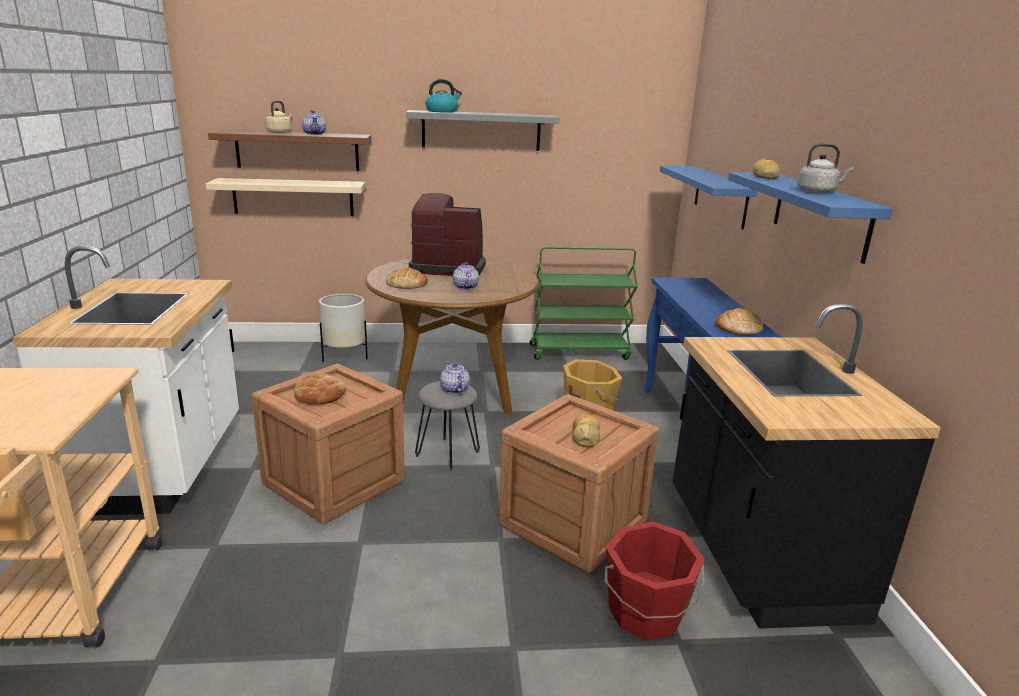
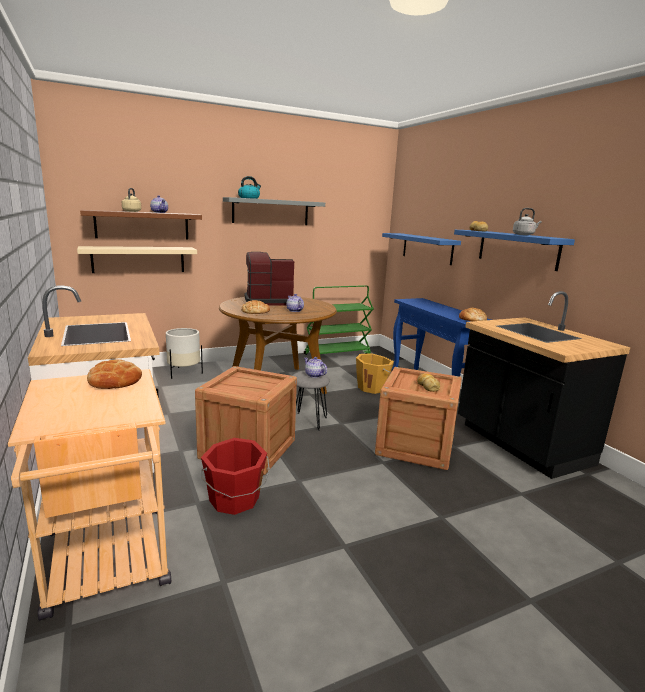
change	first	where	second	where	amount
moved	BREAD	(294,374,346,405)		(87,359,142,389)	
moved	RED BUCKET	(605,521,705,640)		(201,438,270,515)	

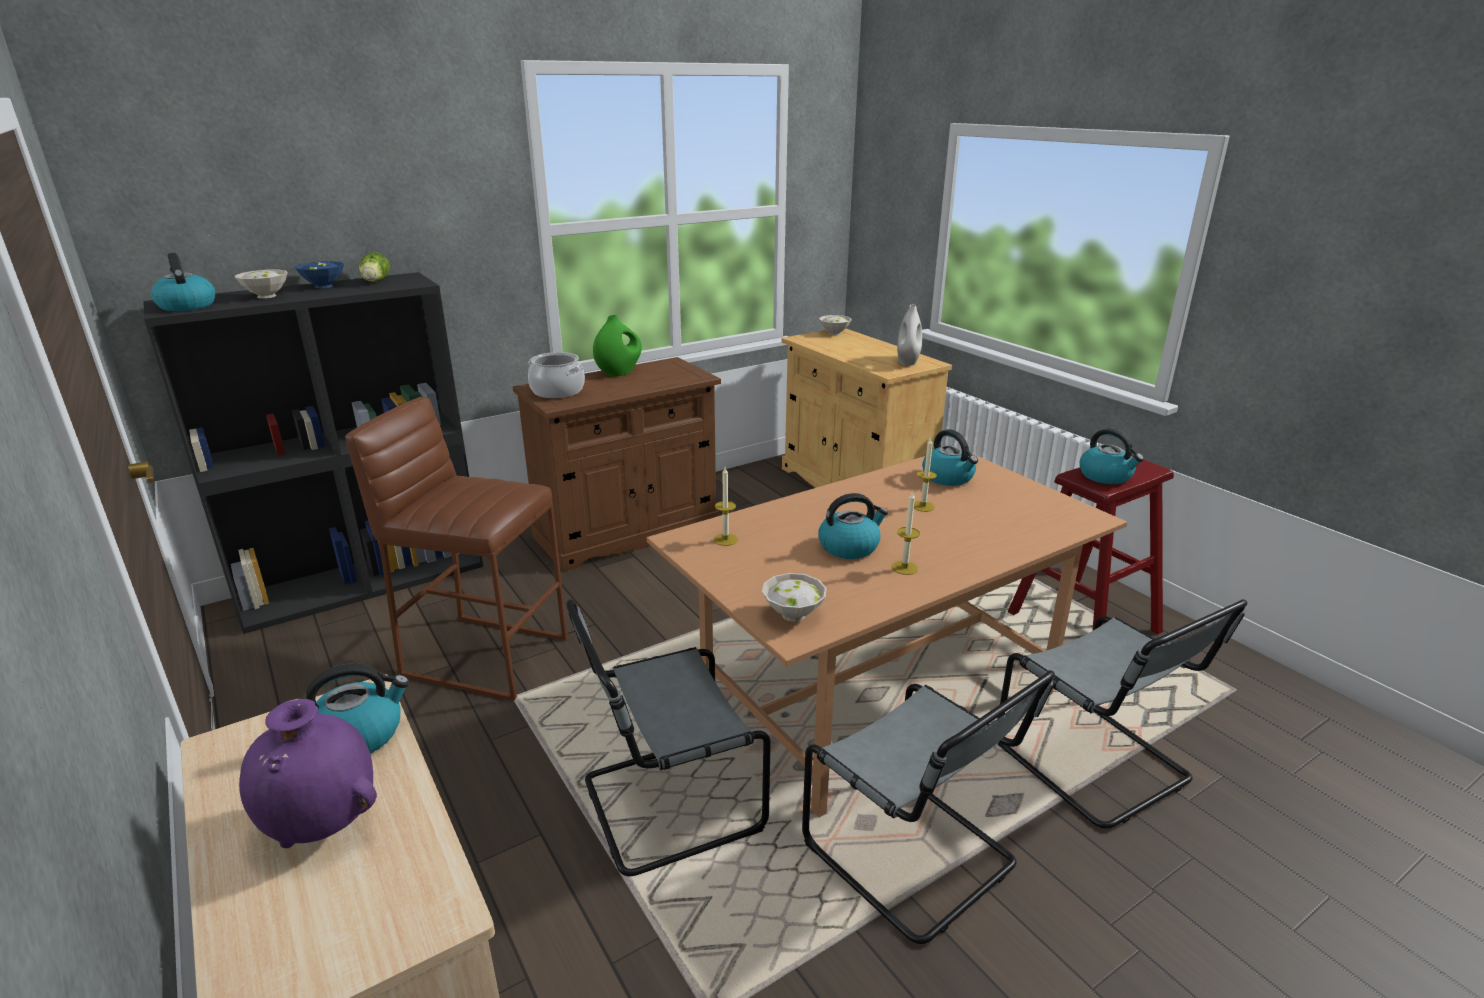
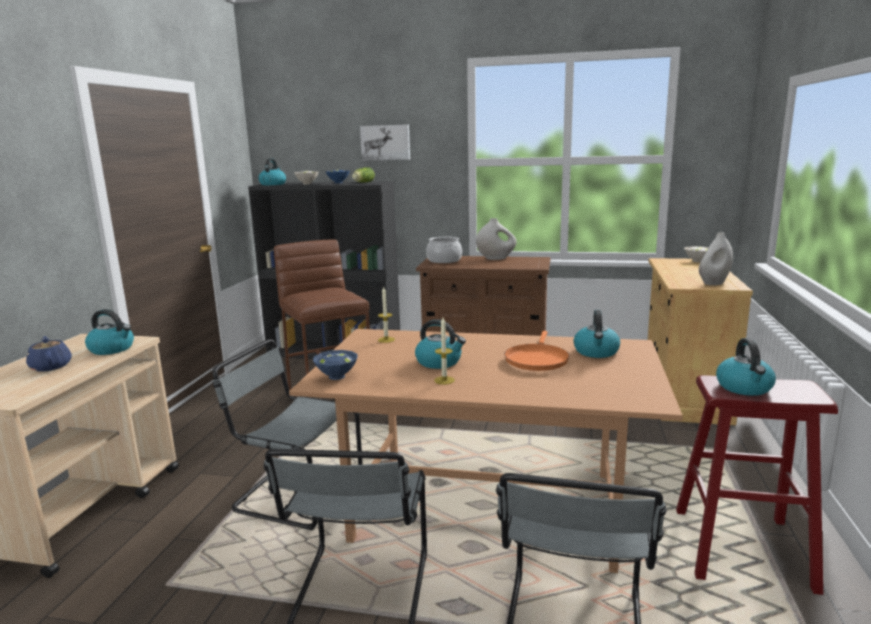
change	first	where	second	where	amount
added			PICTURE	(360,125,410,161)	
replaced	PURPLE VASE	(239,699,377,848)	BLUE TEAPOT	(26,336,72,372)	
replaced	CANDLE	(914,438,937,512)	ORANGE FRYING PAN	(504,331,570,371)	
recoloured	GREEN VASE	(593,315,642,377)	WHITE VASE	(476,218,516,260)	
recoloured	WHITE BOWL	(762,573,827,622)	BLUE BOWL	(313,350,357,380)	

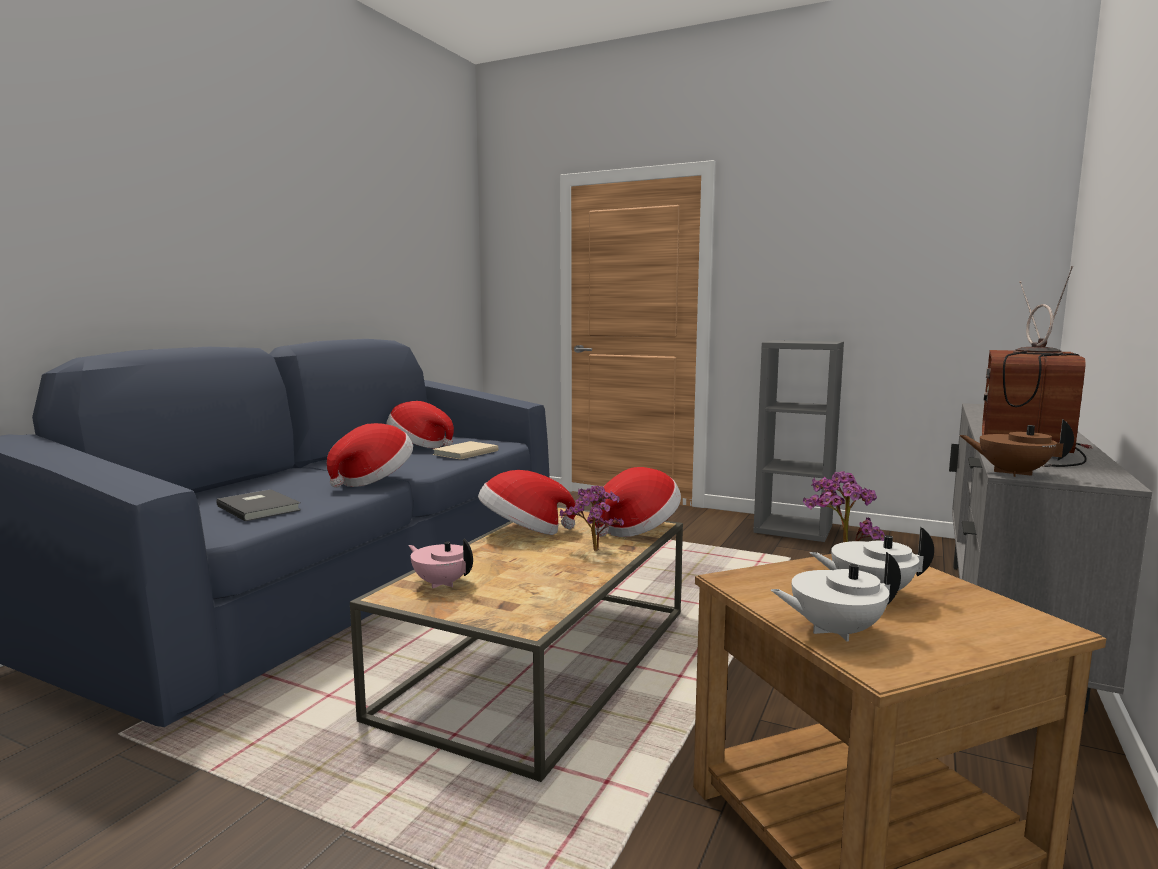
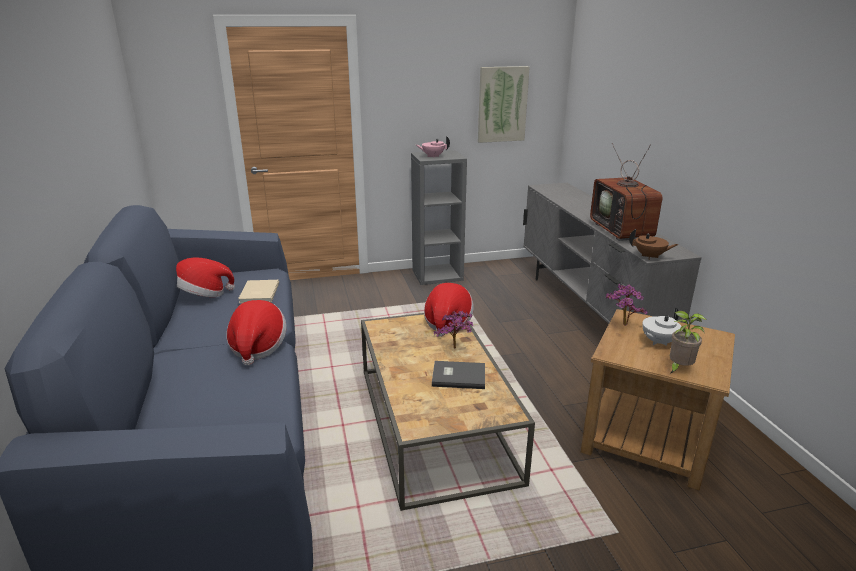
change	first	where	second	where	amount
removed	HAT	(478,470,576,535)			
added			PICTURE	(478,66,530,143)	
moved	GREY BOOK	(216,489,301,521)		(432,361,485,389)	
moved	PINK TEAPOT	(409,539,473,588)		(416,136,450,157)	
replaced	WHITE TEAPOT	(771,552,901,641)	POTTED PLANT	(670,311,706,374)	
turned	BROWN TEAPOT	(959,419,1074,477)		(629,229,678,259)	150 degrees counterclockwise

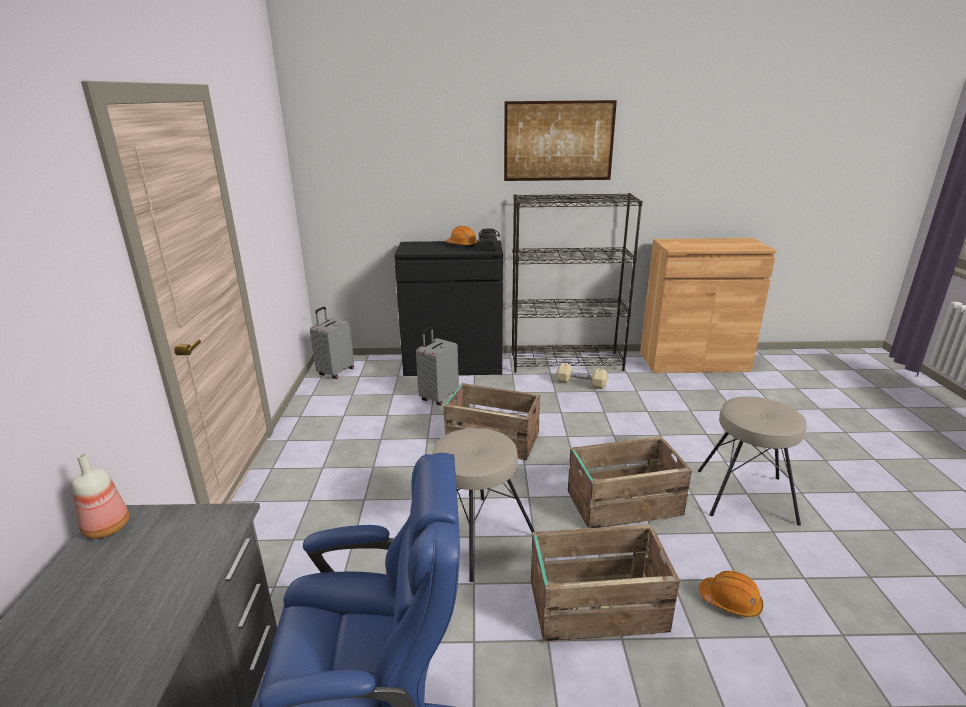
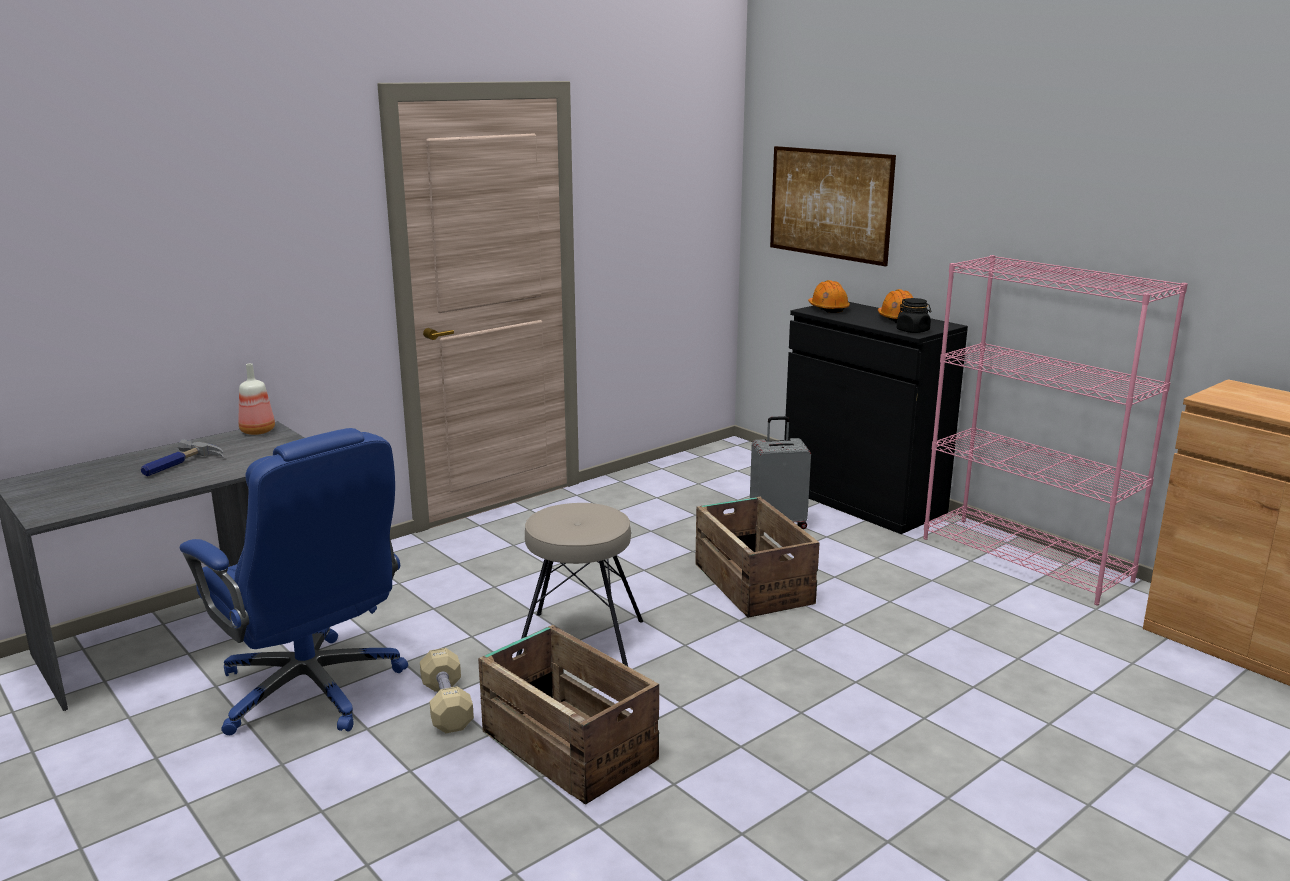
change	first	where	second	where	amount
removed	GREY SUITCASE	(310,307,354,379)			
removed	CRATE	(568,436,692,528)			
removed	BEIGE STOOL	(698,396,807,526)			
added			HAMMER	(141,439,224,476)	
moved	PICTURE	(504,100,617,181)		(770,146,896,267)	
moved	BEIGE DUMBBELL	(556,363,608,389)		(420,648,474,733)	
moved	ORANGE HARD HAT	(699,571,763,617)		(808,280,850,313)	
recoloured	BLACK BOOKCASE	(512,193,643,373)	PINK BOOKCASE	(923,255,1188,606)	

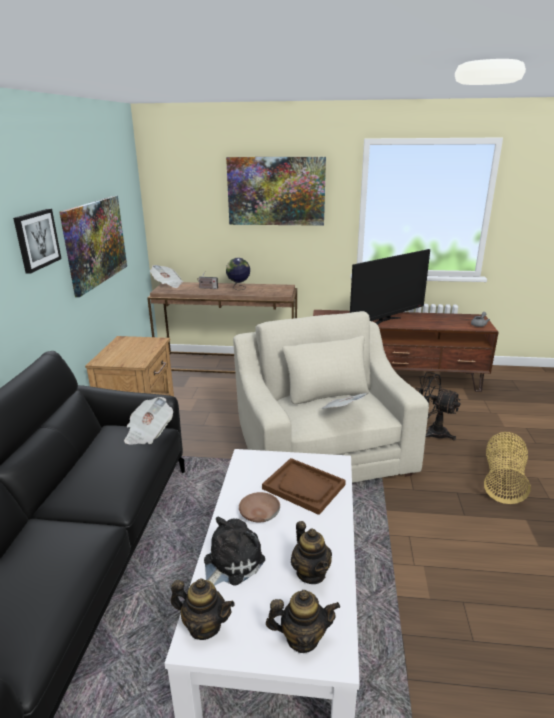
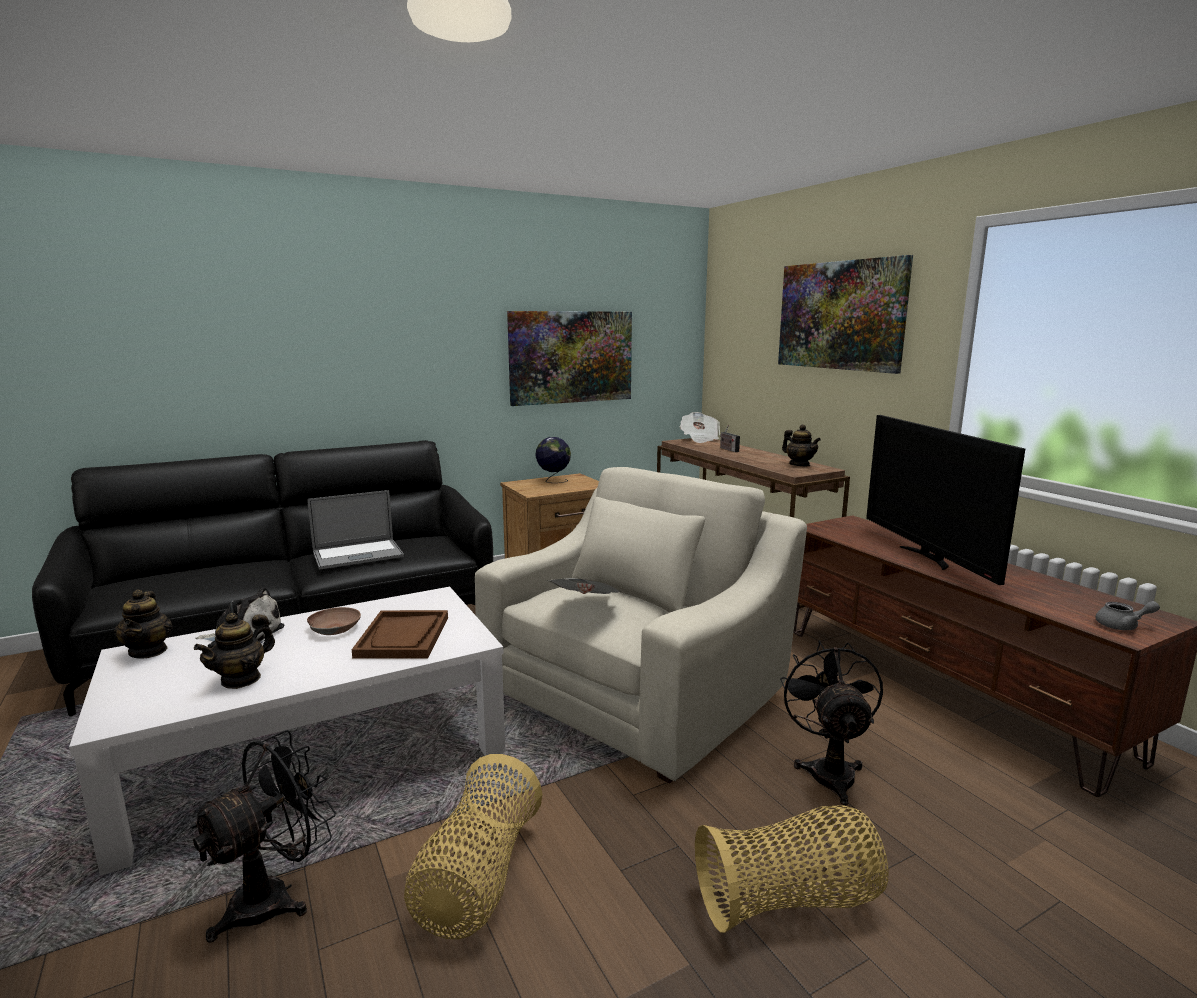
change	first	where	second	where	amount
removed	PICTURE	(13,209,61,274)			
removed	NEWSPAPER	(124,397,173,445)			
added			BLACK FAN	(190,730,336,943)	
added			LAPTOP	(307,490,404,569)	
added			BASKET	(404,754,542,939)	
moved	GLOBE	(226,258,250,290)		(535,437,571,483)	
moved	TEAPOT	(266,590,340,653)		(782,424,821,466)	
turned	TELEVISION	(350,249,430,325)		(866,415,1025,585)	60 degrees clockwise

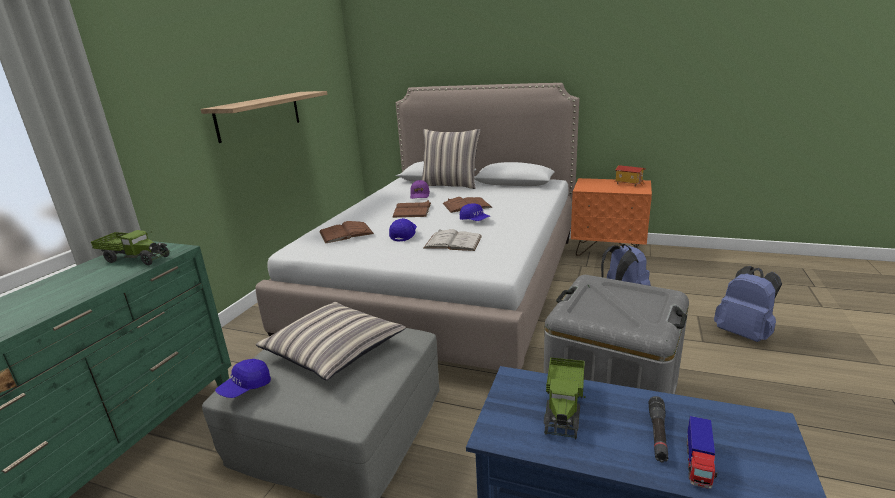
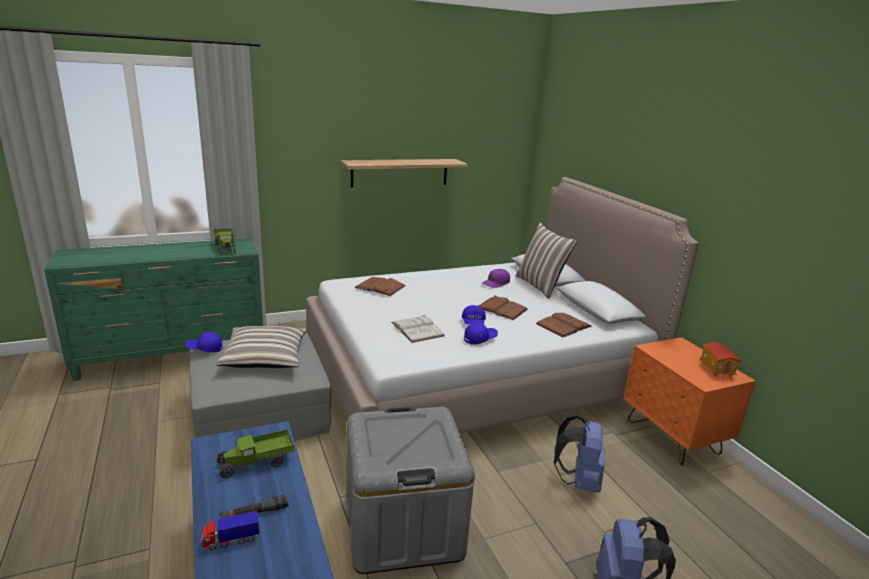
change	first	where	second	where	amount
moved	BLUE CAP	(389,218,417,242)		(464,322,498,345)	
moved	BROWN BOOK	(392,200,431,218)		(536,313,592,338)	

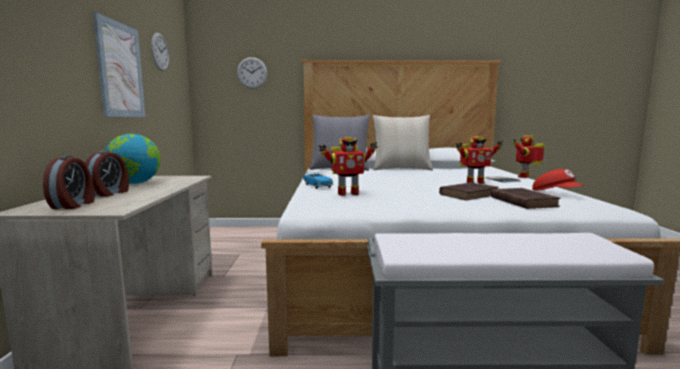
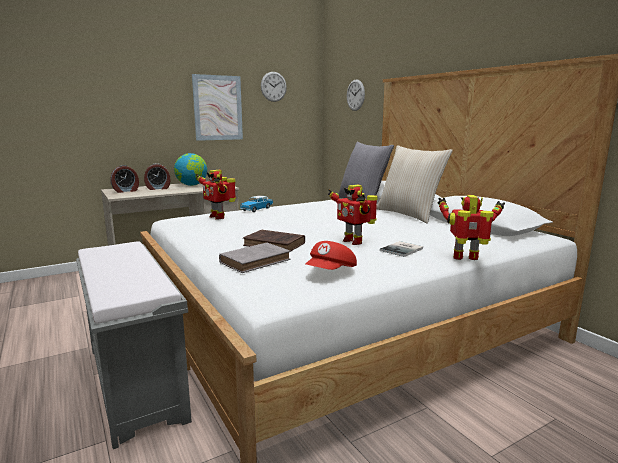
change	first	where	second	where	amount
recoloured	BROWN BOOK	(491,188,560,209)	GREY BOOK	(219,243,291,273)	

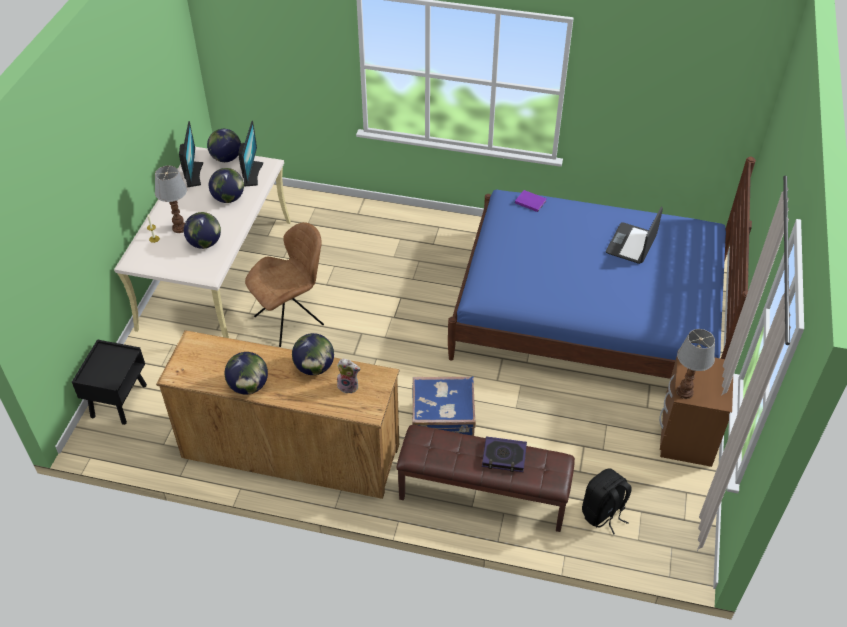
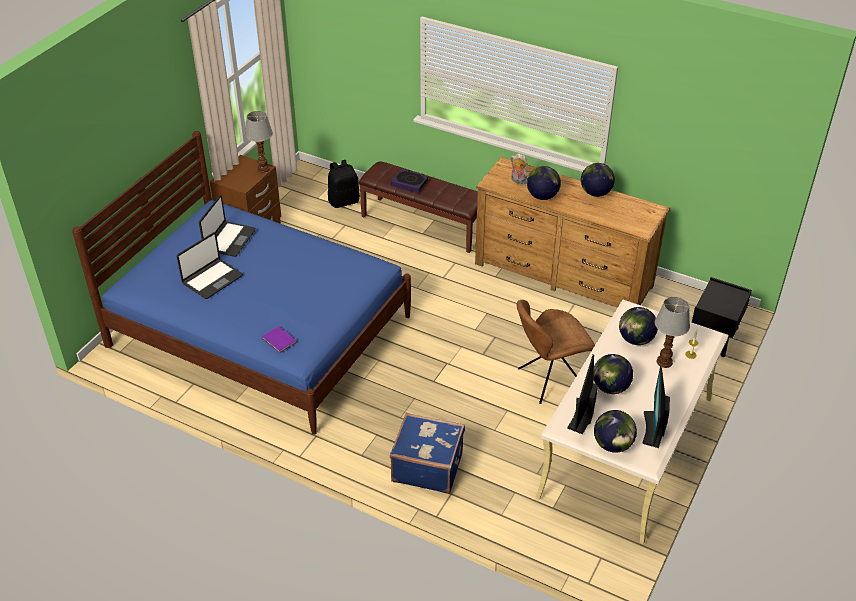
change	first	where	second	where	amount
added			LAPTOP	(199,195,256,257)	
moved	BLUE SUITCASE	(412,376,476,436)		(390,413,465,494)	

